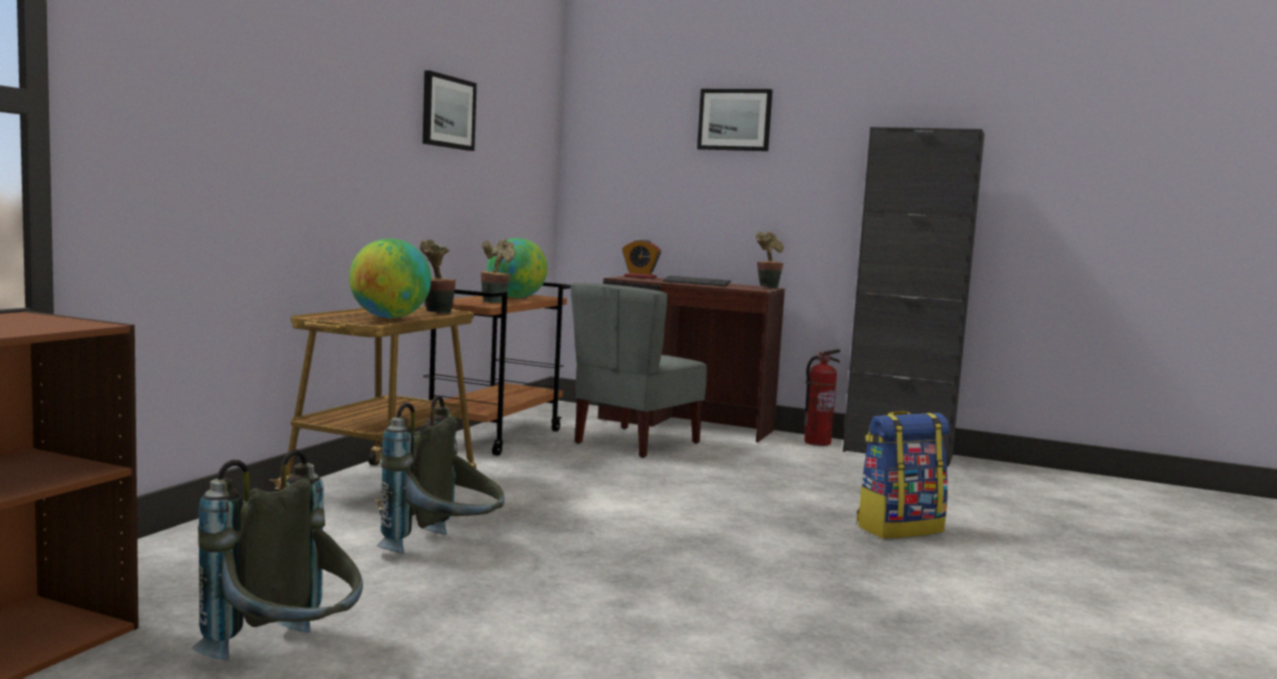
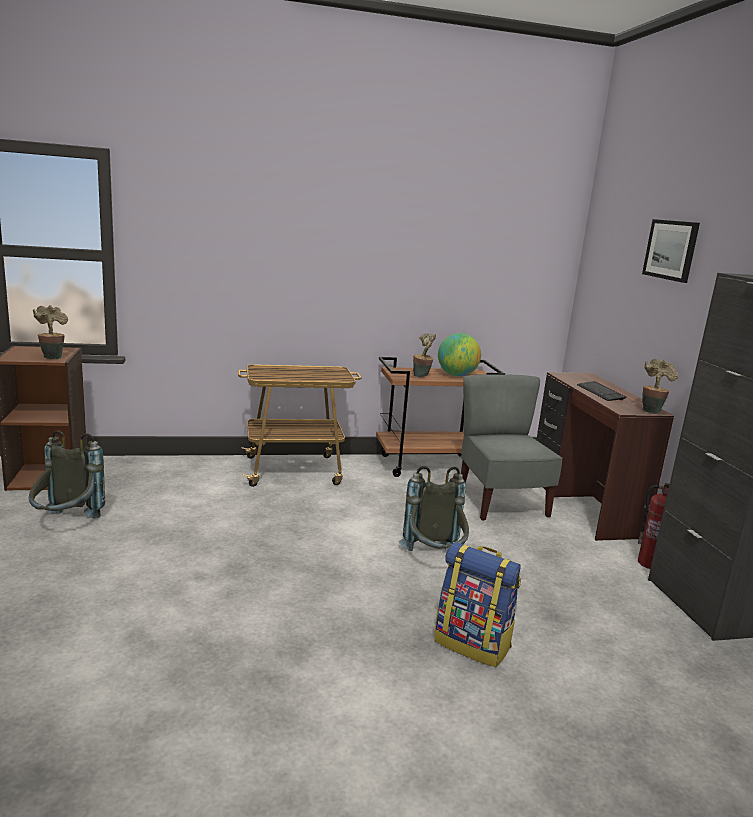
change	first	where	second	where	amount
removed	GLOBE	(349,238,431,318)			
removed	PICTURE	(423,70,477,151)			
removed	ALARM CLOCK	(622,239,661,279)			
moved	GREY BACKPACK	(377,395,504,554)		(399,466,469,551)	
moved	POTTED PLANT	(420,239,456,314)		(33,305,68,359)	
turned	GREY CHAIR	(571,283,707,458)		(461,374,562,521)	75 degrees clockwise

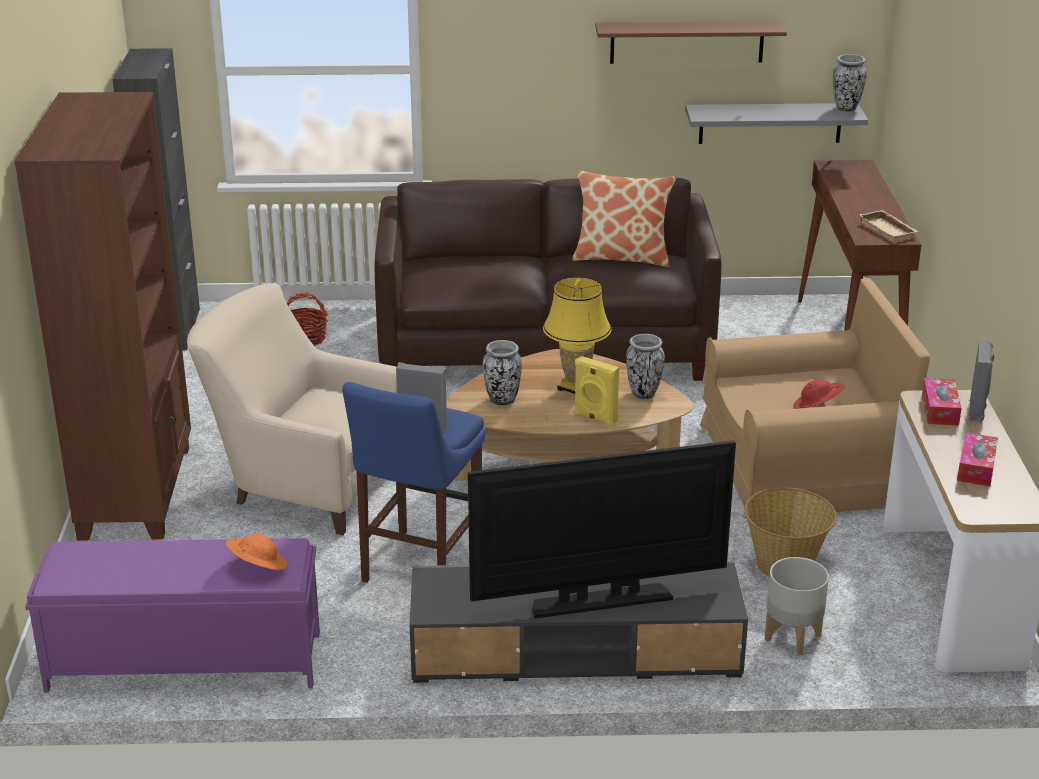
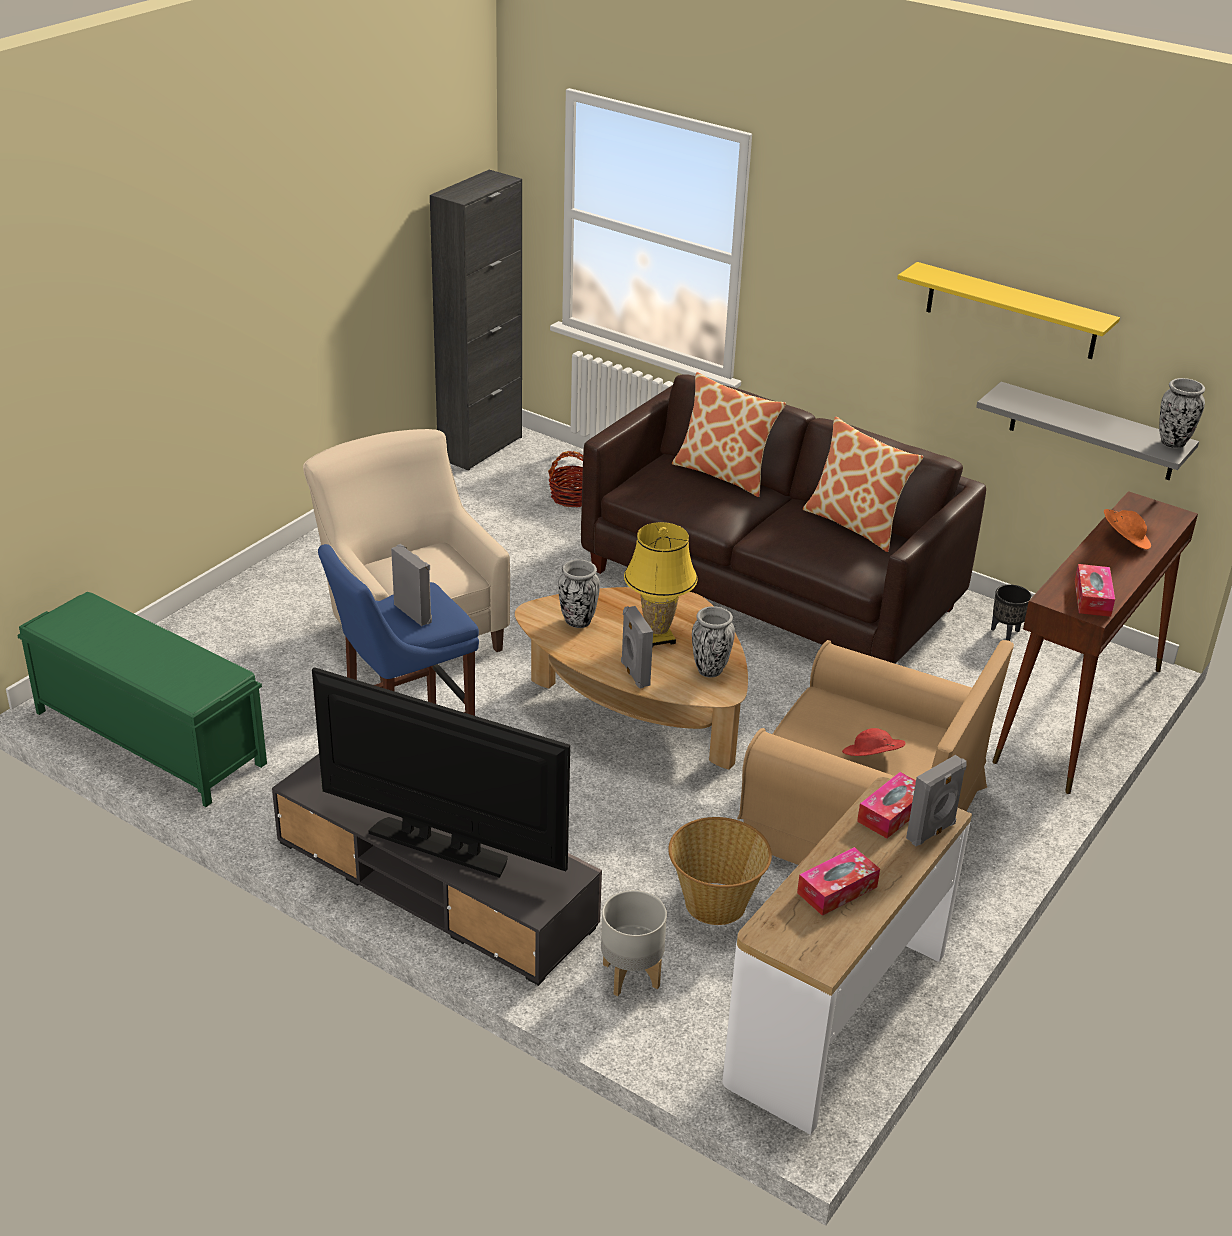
change	first	where	second	where	amount
removed	BROWN BOOKCASE	(14,92,191,541)			
added			PILLOW	(672,372,786,497)	
added			BLACK PLANTER	(991,585,1032,641)	
moved	ORANGE HAT	(226,533,287,570)		(1104,509,1151,550)	
replaced	BEIGE TRAY	(859,210,919,242)	TISSUE BOX	(1075,564,1115,617)	
recoloured	PURPLE BENCH	(25,538,320,693)	GREEN BENCH	(17,592,267,807)	
recoloured	YELLOW SPEAKER	(574,356,619,426)	GREY SPEAKER	(621,606,653,688)	
recoloured	BROWN SHELF	(595,21,787,64)	YELLOW SHELF	(897,262,1120,359)	

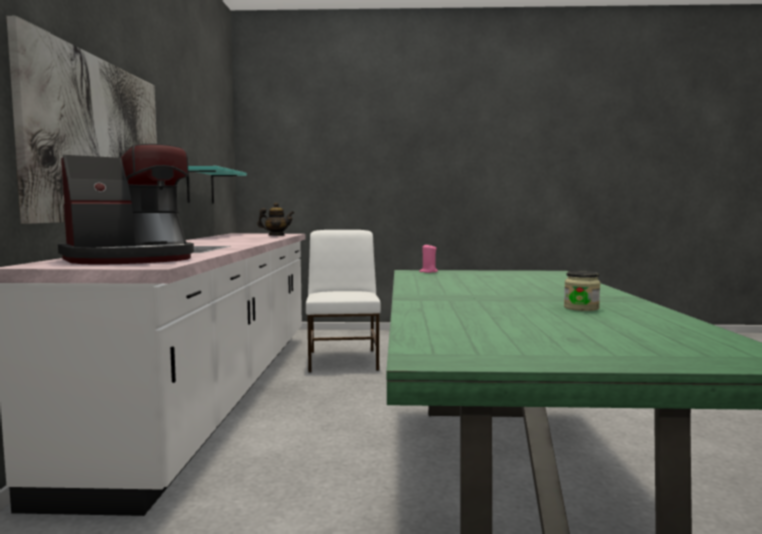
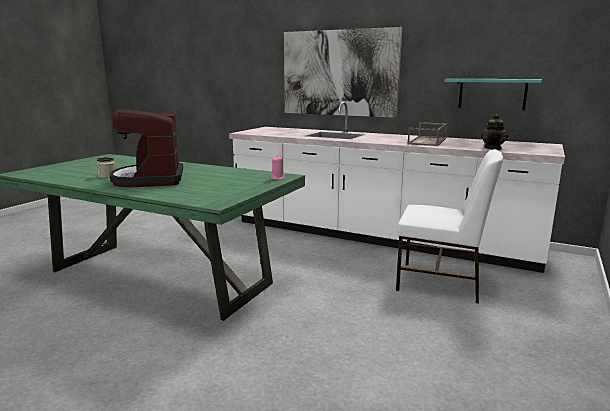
change	first	where	second	where	amount
added			BROWN TRAY	(407,122,447,146)	
moved	COFFEE MACHINE	(58,144,194,265)		(109,110,183,187)	

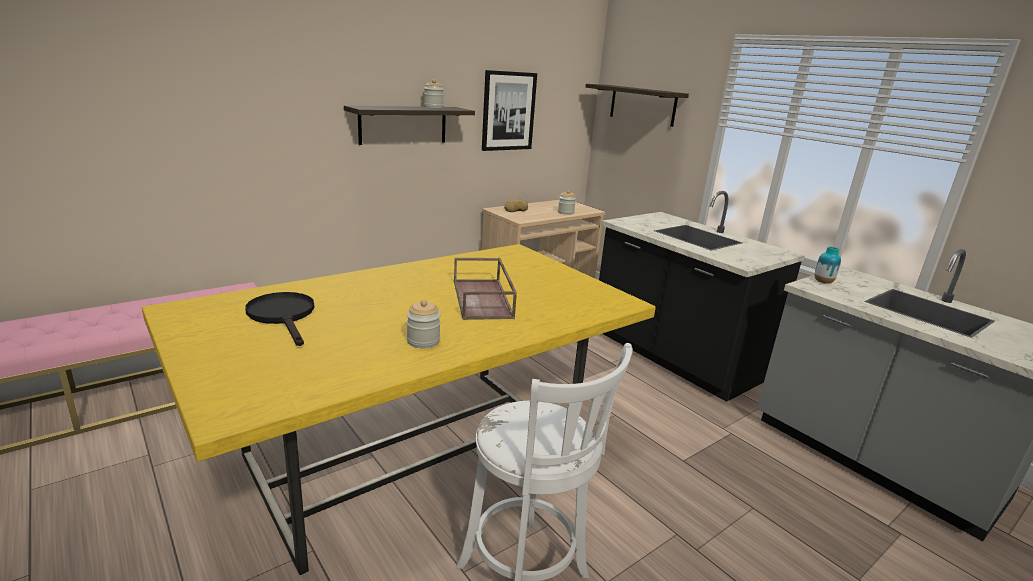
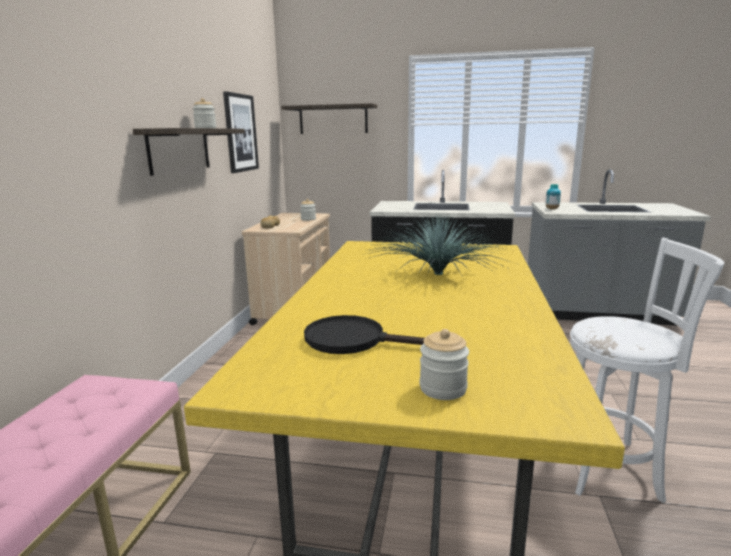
change	first	where	second	where	amount
moved	JAR	(407,300,441,348)		(419,329,469,400)	
replaced	BROWN TRAY	(454,258,517,320)	POTTED PLANT	(362,213,510,275)	

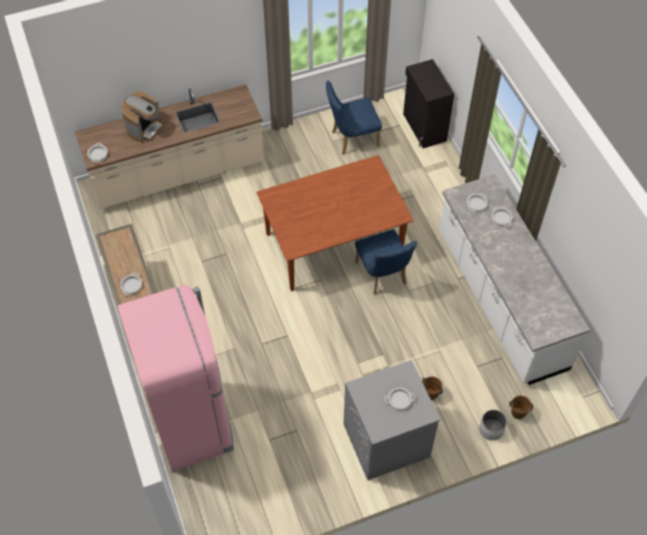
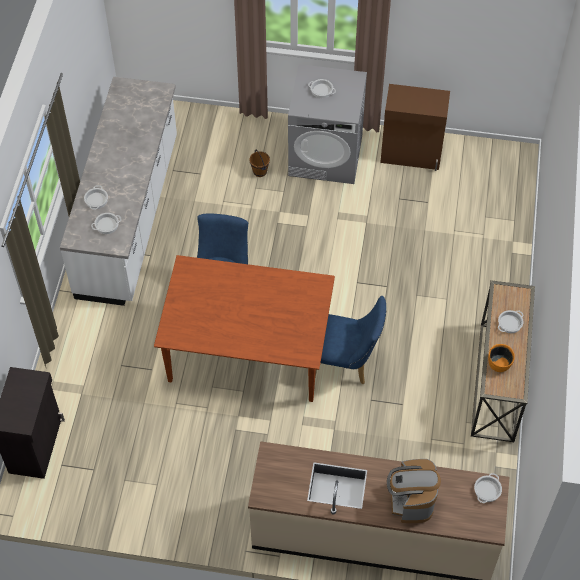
change	first	where	second	where	amount
removed	PINK FRIDGE	(118,285,234,472)			
removed	WHITE PLANTER	(479,410,507,440)			
removed	BROWN BUCKET	(509,395,533,419)			
added			BROWN CABINET	(380,84,450,171)	
added			ORANGE BOWL	(488,344,515,372)	
moved	BLUE CHAIR	(326,81,382,155)		(315,296,386,384)	
turned	COFFEE MACHINE	(121,91,163,143)		(387,459,441,523)	60 degrees counterclockwise

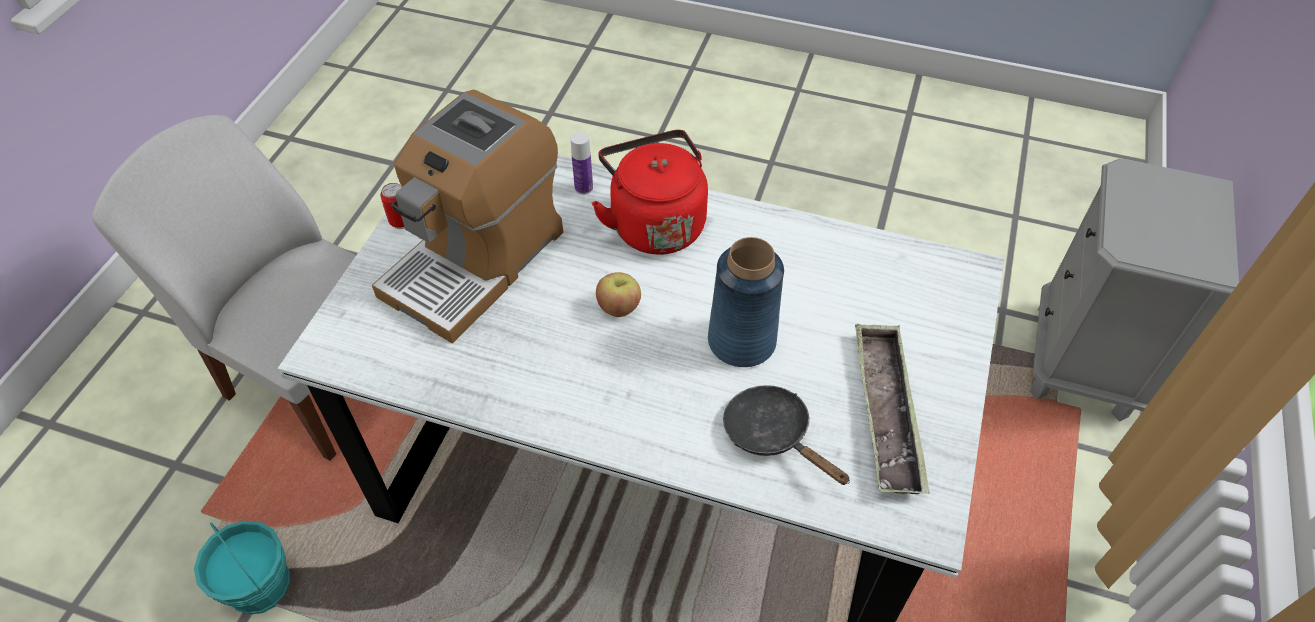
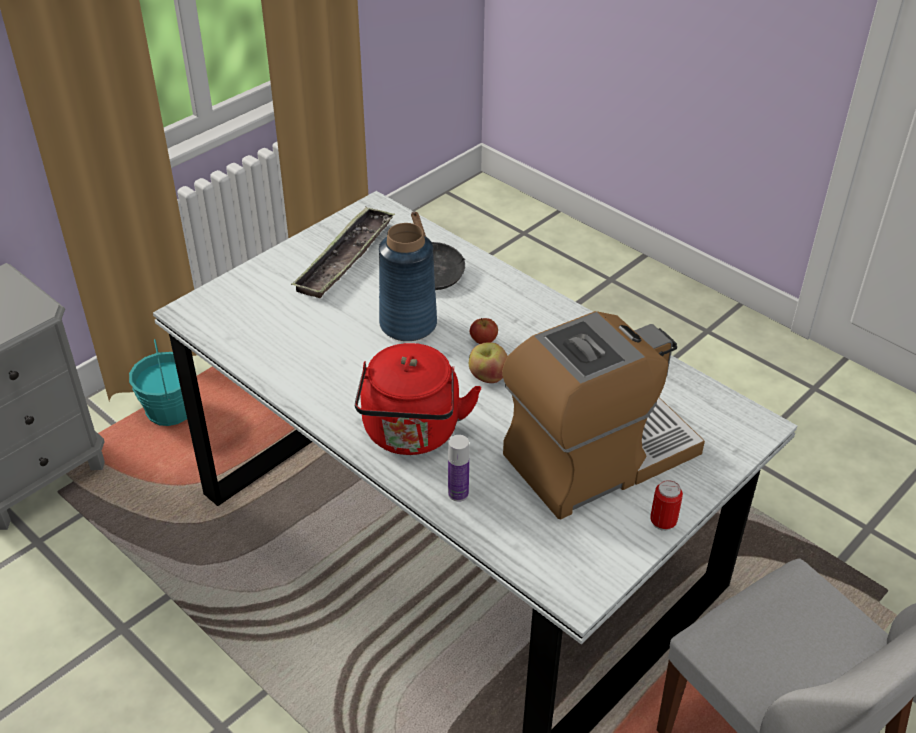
change	first	where	second	where	amount
added			APPLE	(470,318,498,344)	
moved	TURQUOISE BUCKET	(194,521,290,614)		(129,339,187,426)	

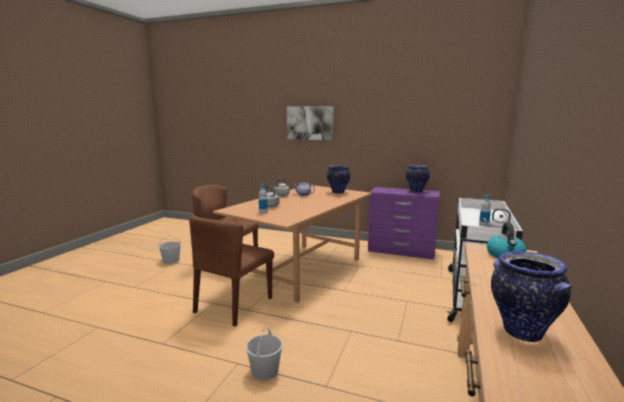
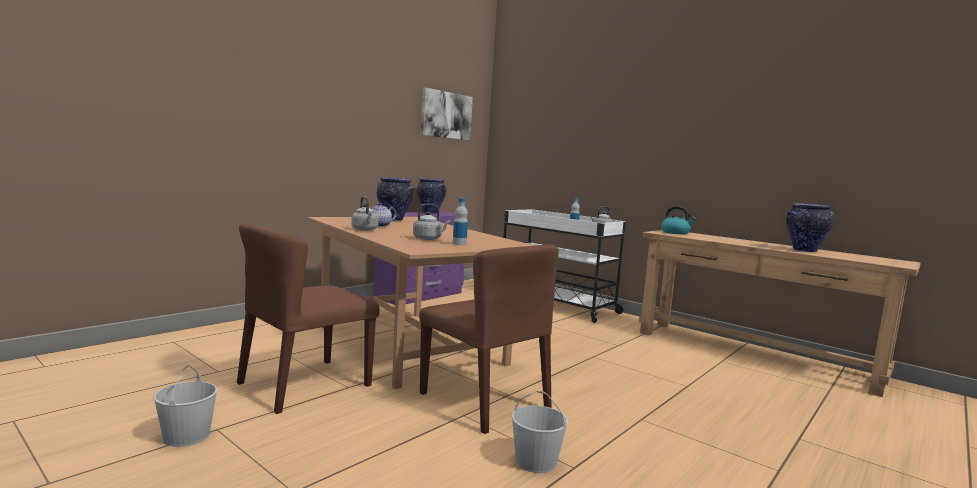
change	first	where	second	where	amount
moved	WHITE BUCKET	(246,328,283,381)		(511,391,568,473)	
moved	PICTURE	(287,106,334,140)		(421,87,473,140)	

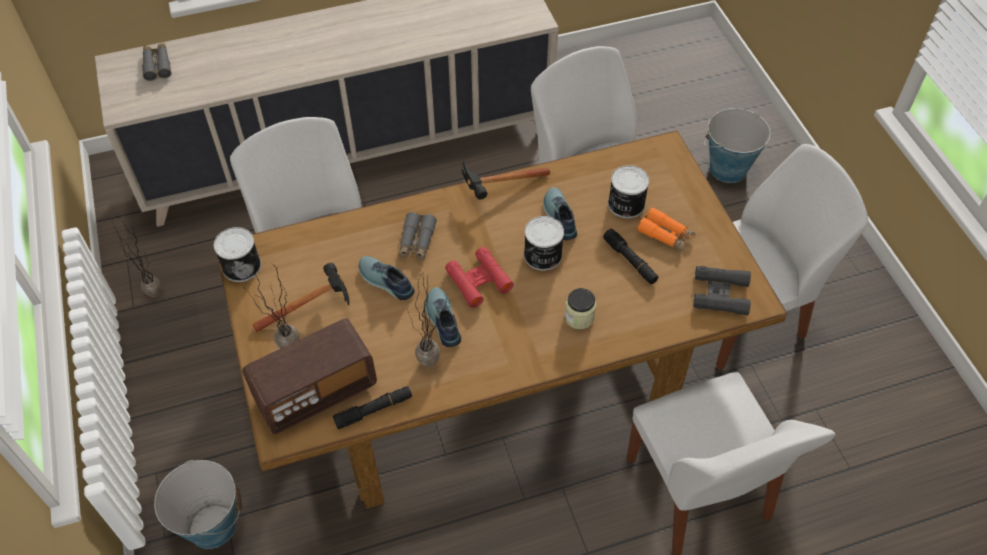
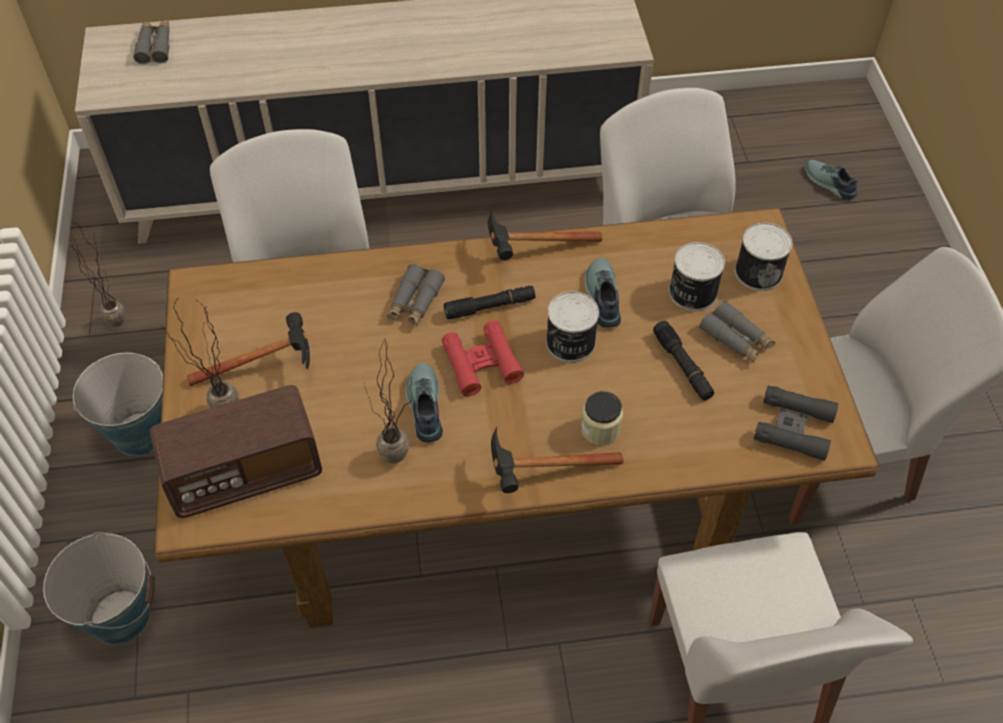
change	first	where	second	where	amount
added			HAMMER	(491,426,624,493)	
moved	CAN	(214,227,261,282)		(735,223,792,291)	
moved	BLACK FLASHLIGHT	(333,386,412,429)		(444,286,535,319)	
moved	SHOE	(359,256,415,300)		(806,160,858,200)	
moved	BUCKET	(704,108,770,183)		(73,353,163,456)	
recoloured	ORANGE BINOCULARS	(637,207,696,251)	GREY BINOCULARS	(699,301,775,364)	

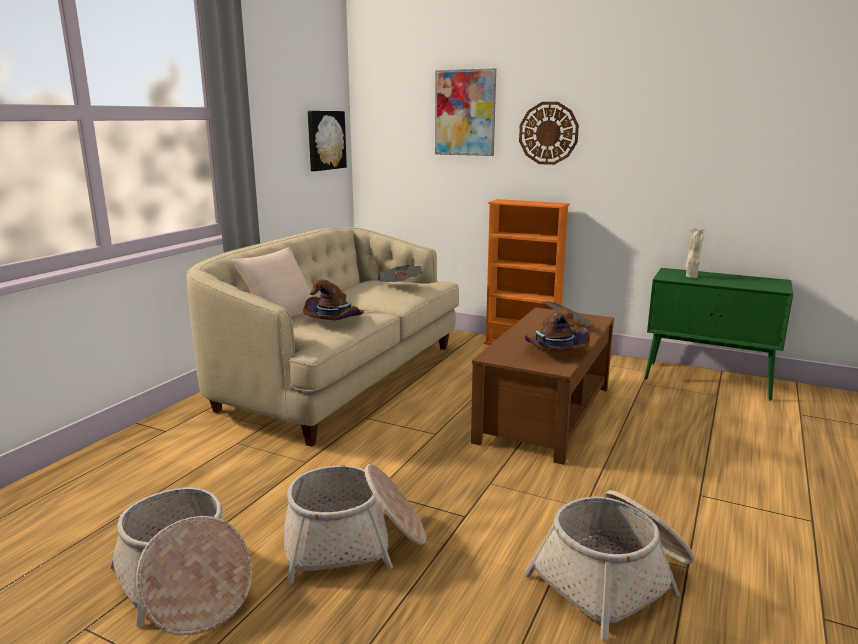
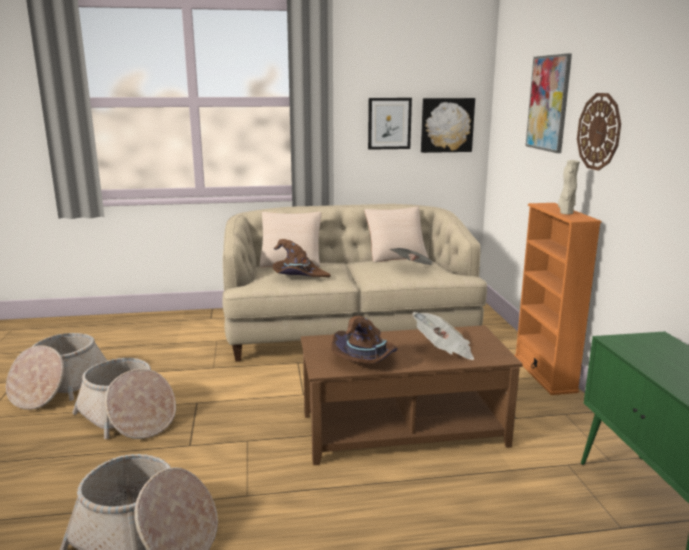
change	first	where	second	where	amount
added			BEIGE PILLOW	(365,206,429,262)	
added			PICTURE	(368,98,412,150)	
moved	BEIGE VASE	(685,228,705,278)		(558,160,580,215)	

